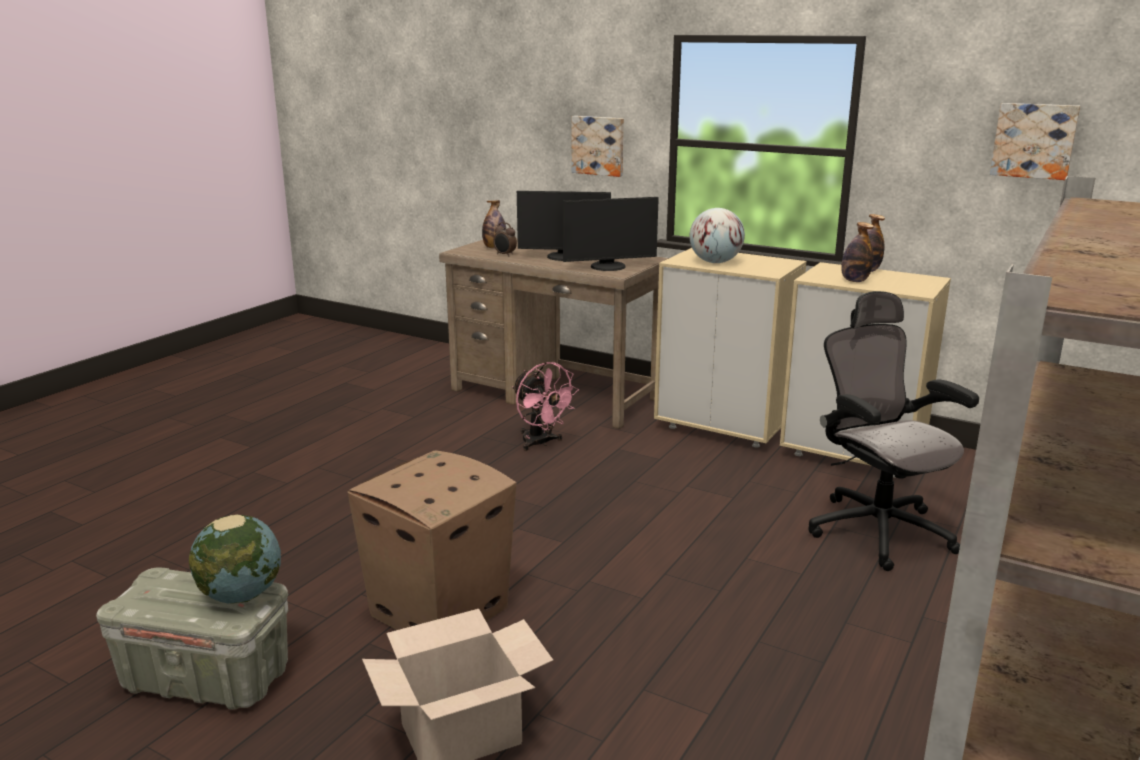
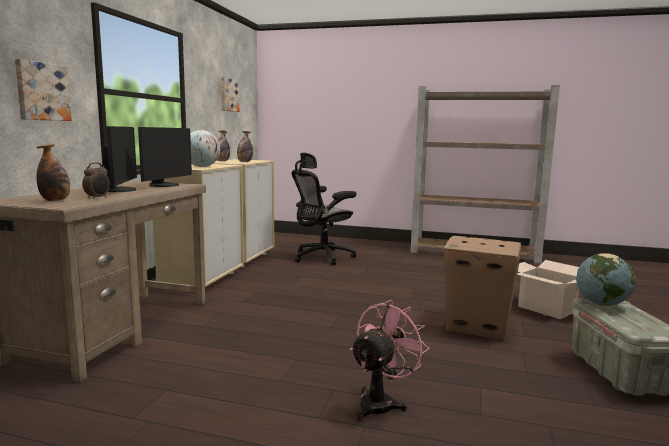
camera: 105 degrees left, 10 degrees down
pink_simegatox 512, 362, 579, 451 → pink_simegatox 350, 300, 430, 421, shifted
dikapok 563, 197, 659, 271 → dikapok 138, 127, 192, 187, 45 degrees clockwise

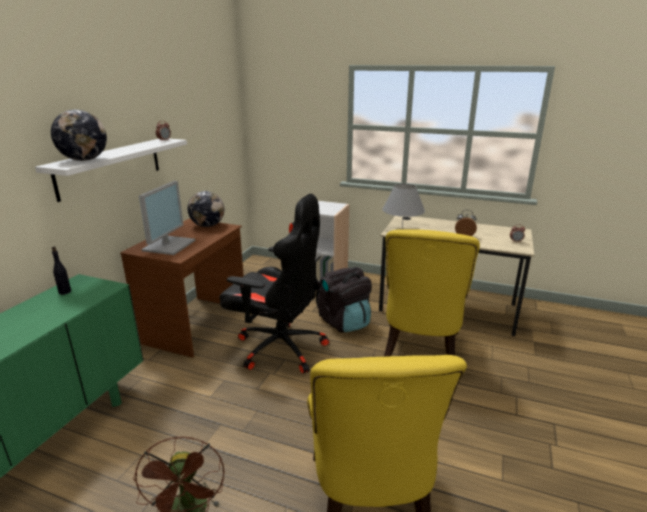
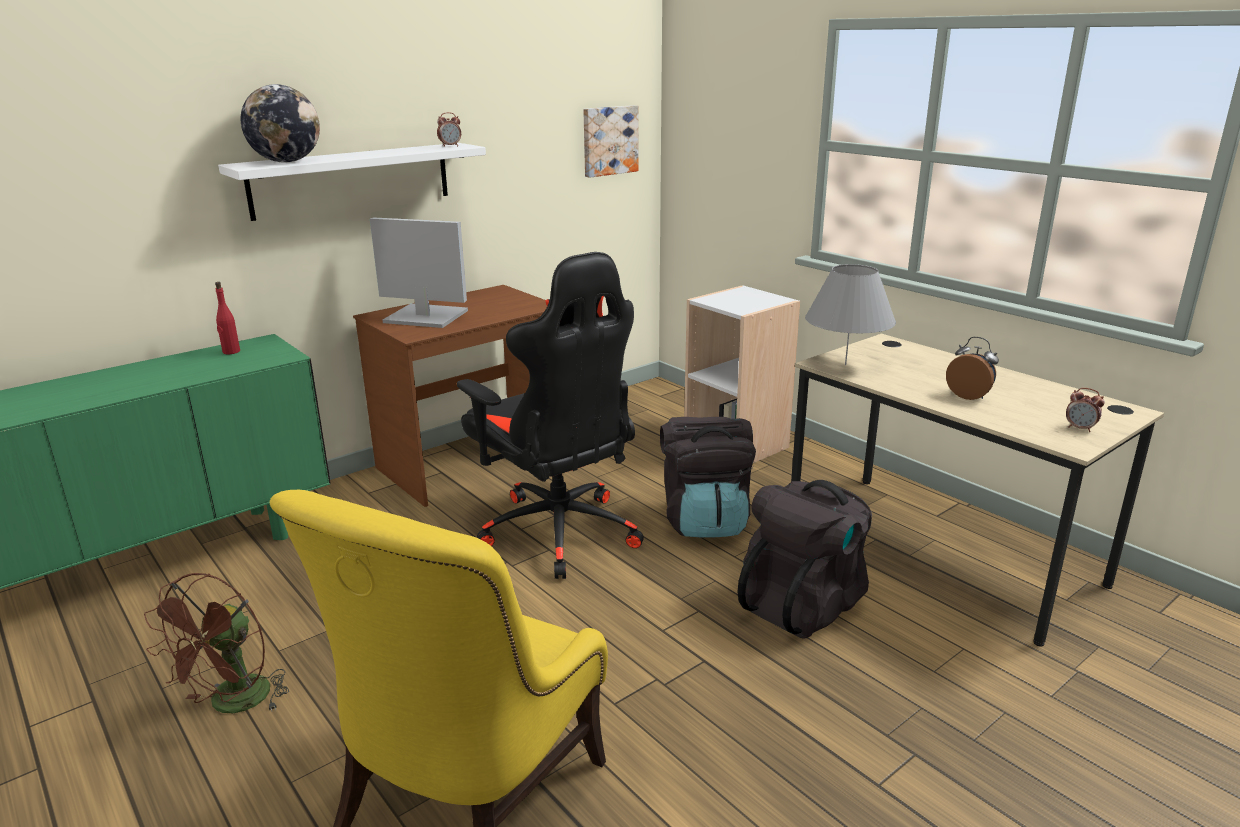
camera: 30 degrees right, 0 degrees up
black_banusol 52, 247, 71, 295 → red_banusol 215, 282, 240, 354
dikapok 139, 181, 195, 255 → dikapok 370, 217, 468, 328, 120 degrees counterclockwise
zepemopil 188, 191, 224, 227 → -
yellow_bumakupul 384, 229, 480, 357 → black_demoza 737, 480, 872, 638
- → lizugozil 583, 105, 639, 178

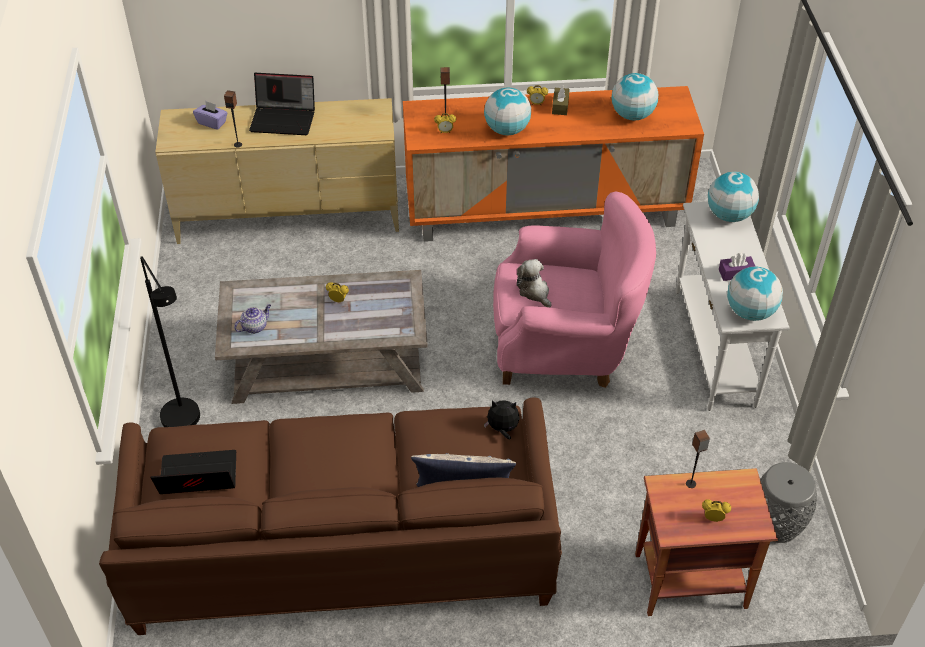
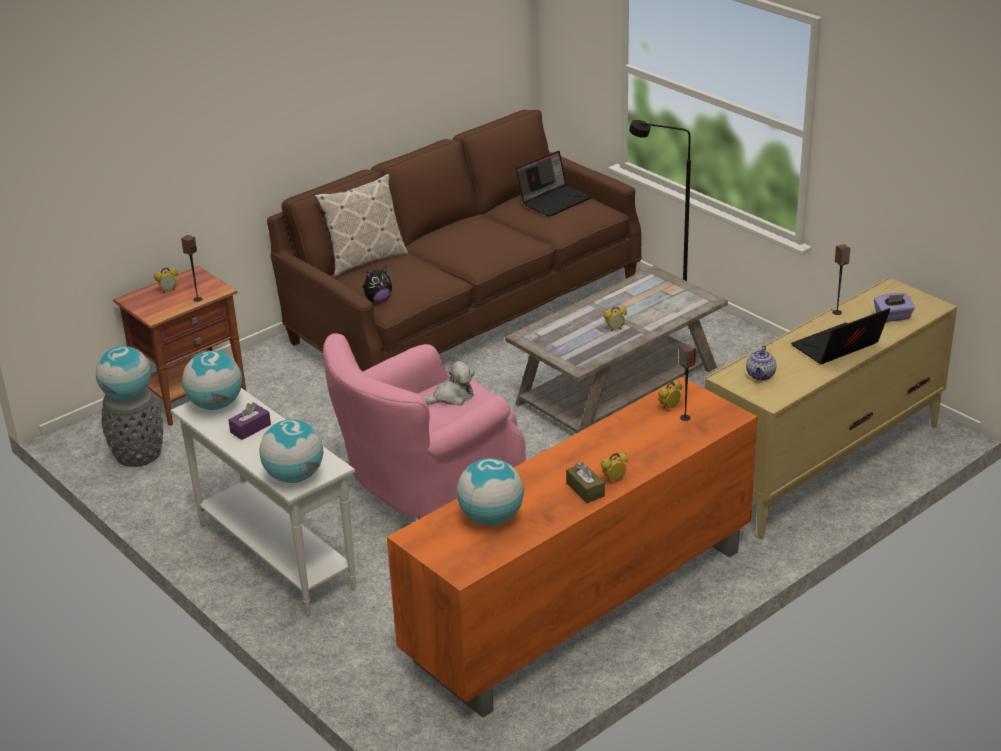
camera: 145 degrees right, 15 degrees down
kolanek 234, 304, 271, 334 → kolanek 746, 345, 777, 380, shifted
zepemopil 484, 87, 531, 135 → zepemopil 96, 346, 151, 400, shifted
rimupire 516, 259, 552, 307 → rimupire 422, 361, 475, 406, 45 degrees counterclockwise

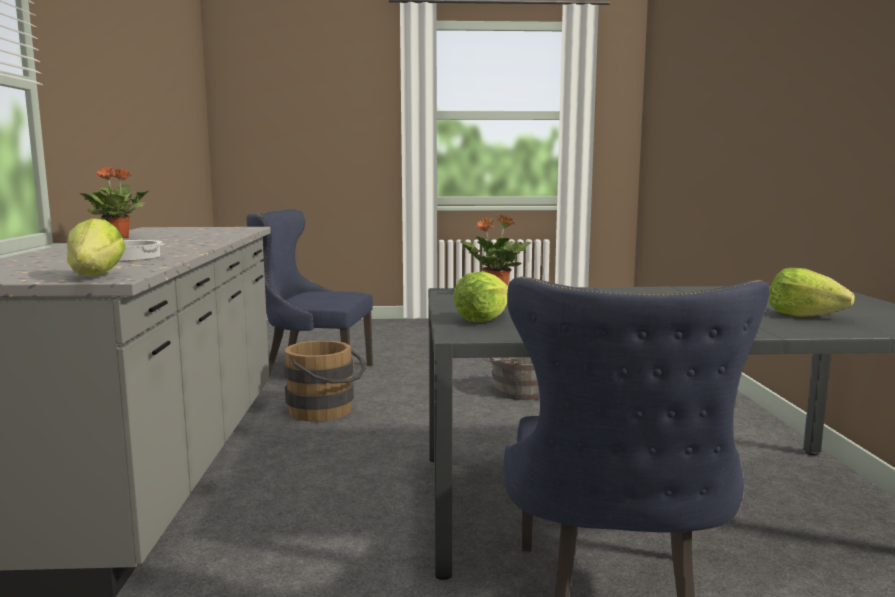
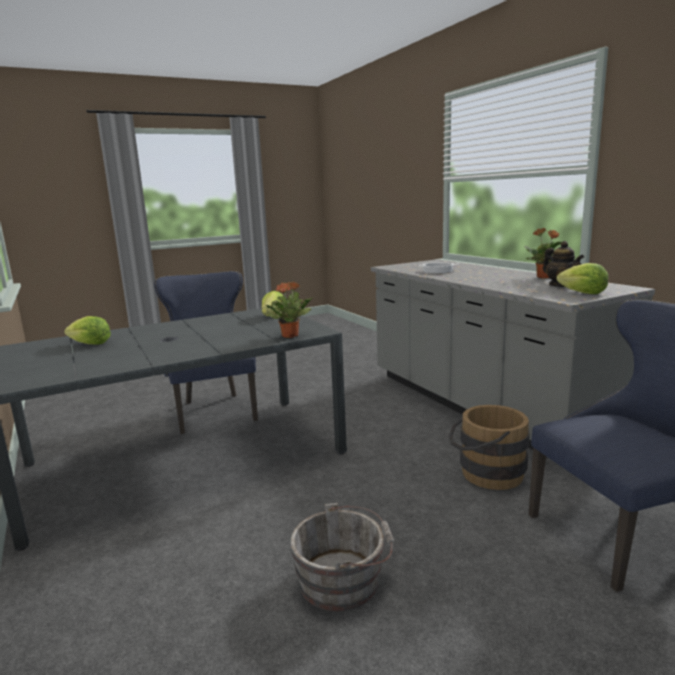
camera: 155 degrees right, 5 degrees up
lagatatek 67, 218, 126, 276 → lagatatek 556, 263, 608, 294, shifted
- → kolanek 543, 241, 584, 287

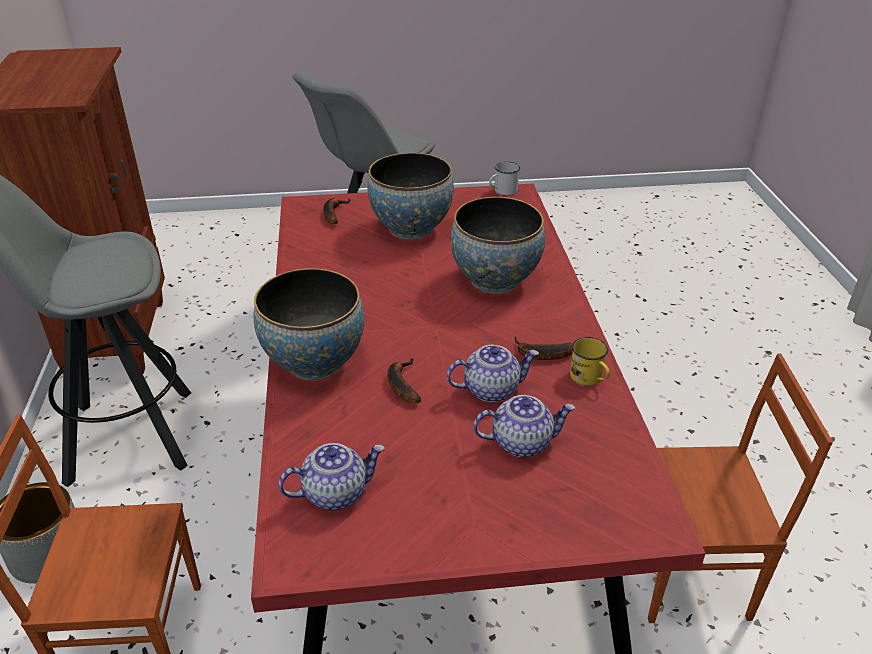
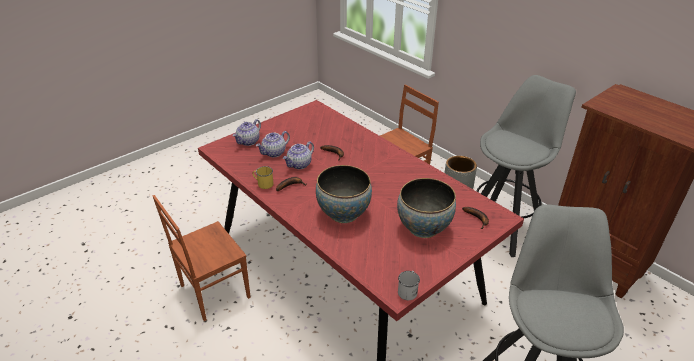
camera: 145 degrees right, 0 degrees up
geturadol 253, 268, 364, 381 → -
kolanek 279, 443, 385, 510 → kolanek 233, 119, 261, 146, shifted

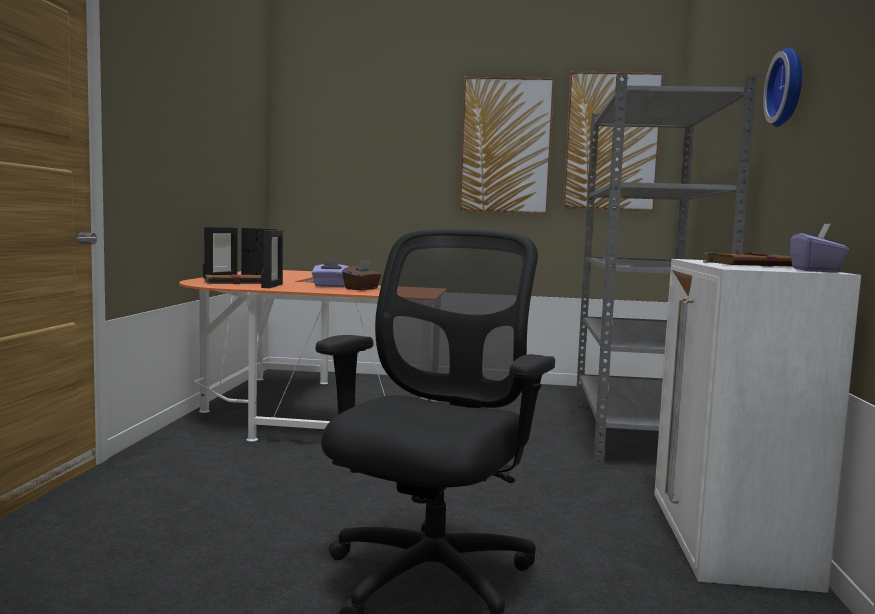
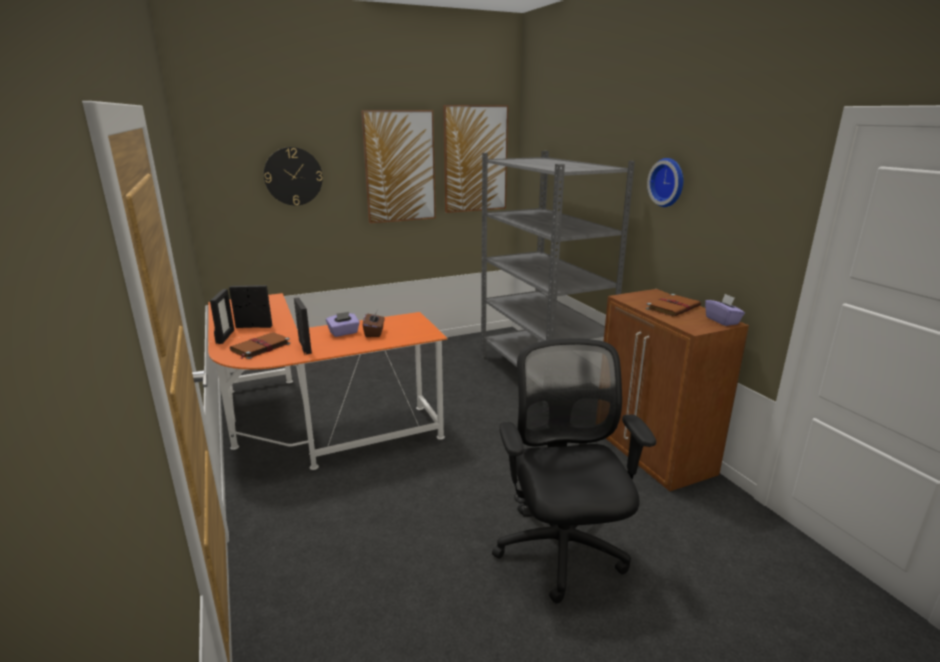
camera: 30 degrees left, 15 degrees up
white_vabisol 654, 259, 861, 593 → brown_vabisol 604, 289, 749, 491
- → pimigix 264, 147, 323, 205

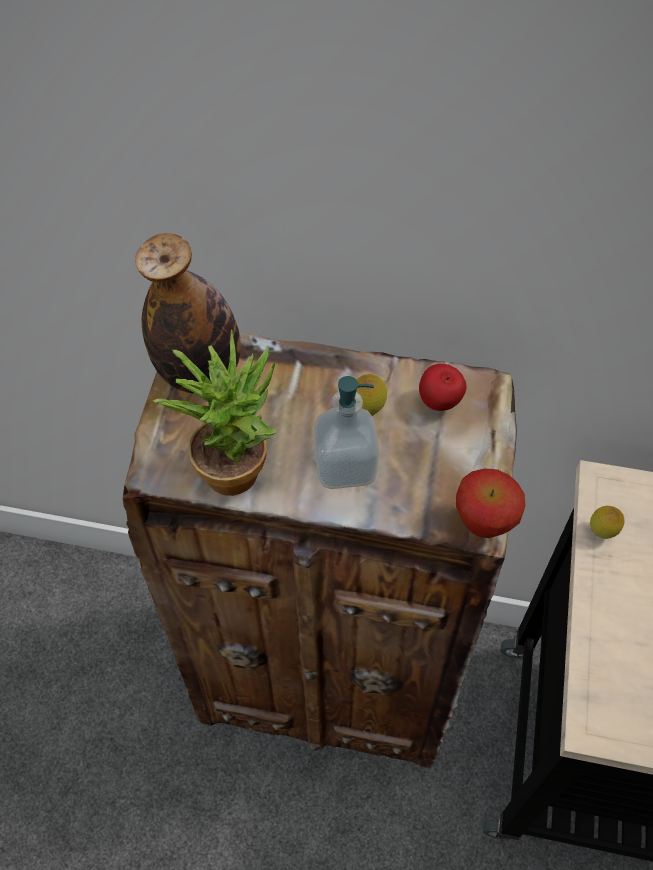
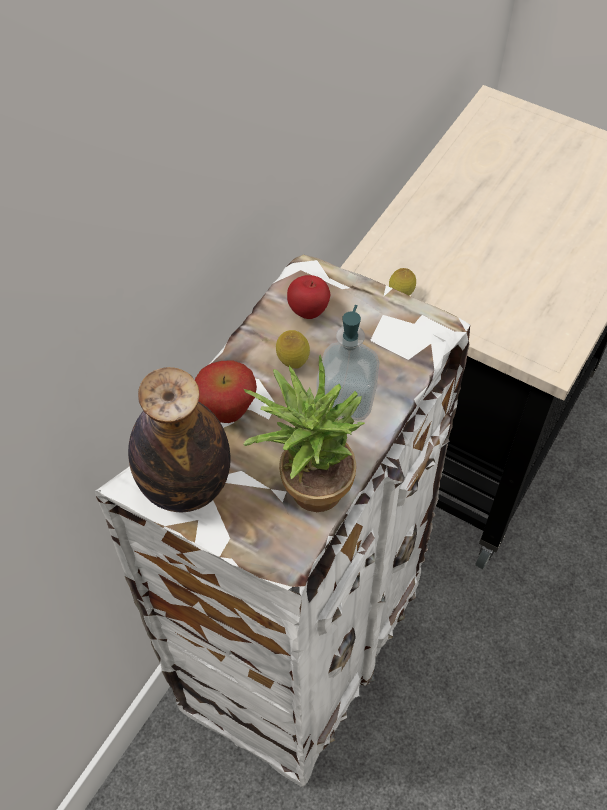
camera: 70 degrees left, 0 degrees up
brown_vabisol 123, 333, 517, 768 → white_vabisol 95, 254, 470, 787
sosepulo 456, 469, 525, 538 → sosepulo 195, 361, 257, 423, shifted

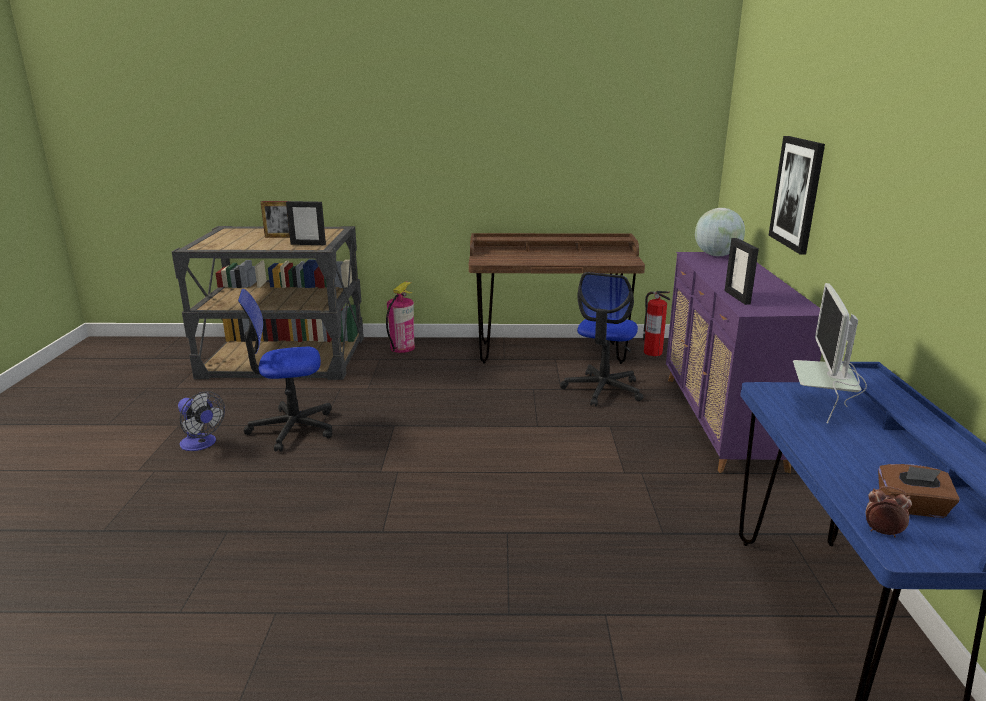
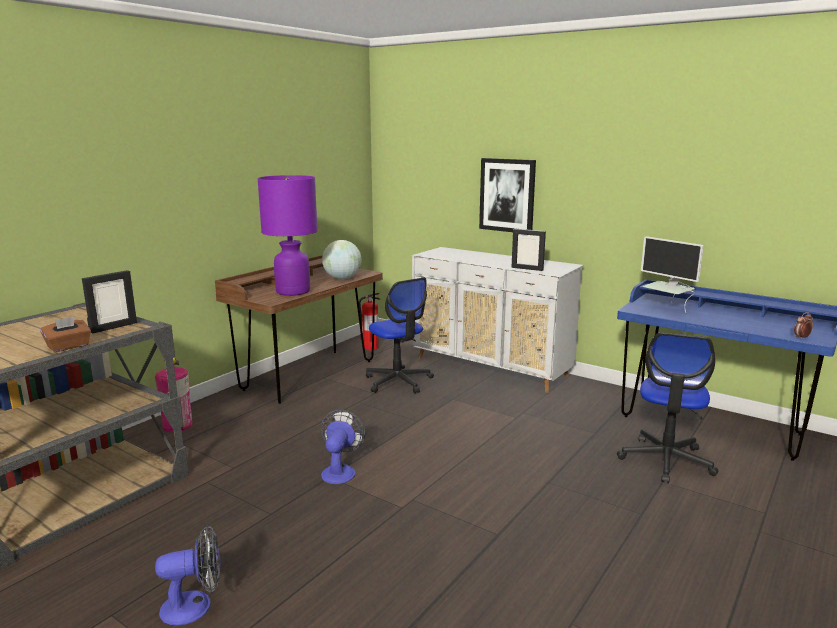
camera: 55 degrees left, 5 degrees down
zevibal 238, 289, 332, 452 → zevibal 617, 332, 719, 483, shifted
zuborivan 261, 201, 290, 238 → -
purple_vabisol 666, 252, 822, 473 → white_vabisol 412, 247, 583, 393
zepemopil 695, 208, 745, 256 → zepemopil 322, 240, 362, 279, shifted
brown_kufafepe 878, 464, 960, 518 → brown_kufafepe 40, 317, 91, 352, shifted
- → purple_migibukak 257, 175, 318, 296
- → simegatox 321, 410, 365, 484

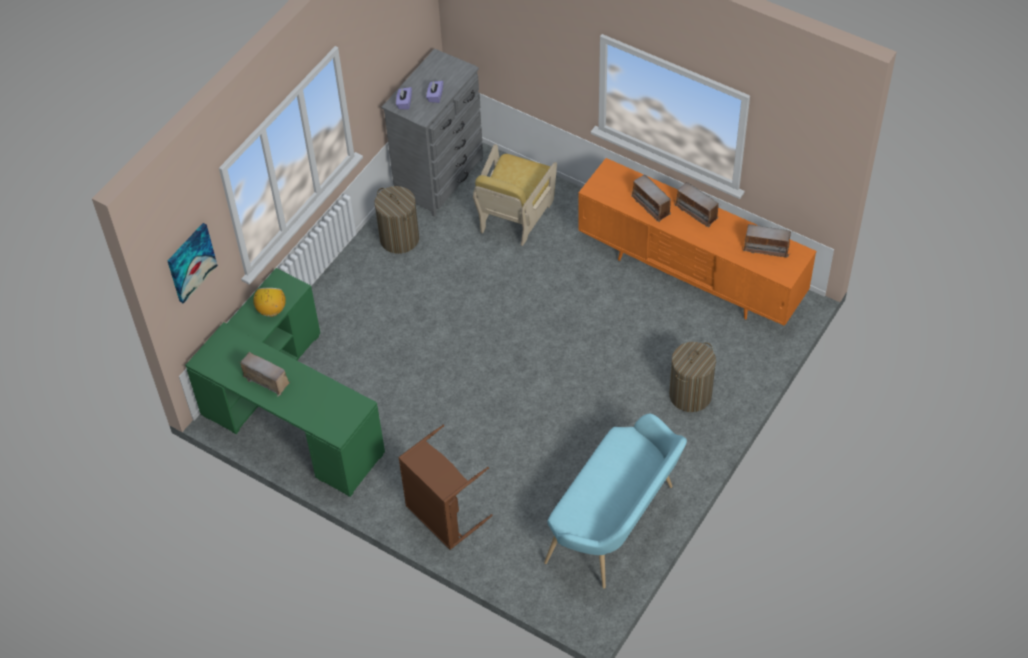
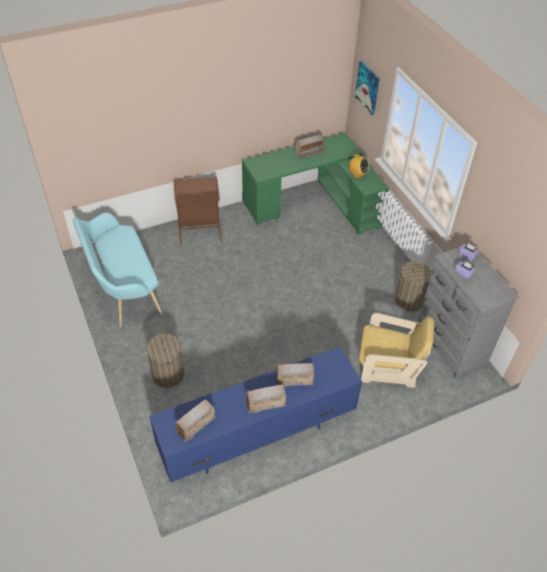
camera: 120 degrees right, 5 degrees down
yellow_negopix 473, 144, 557, 246 → yellow_negopix 359, 313, 434, 388, 135 degrees clockwise
orange_vabisol 578, 158, 816, 326 → blue_vabisol 149, 347, 362, 483

